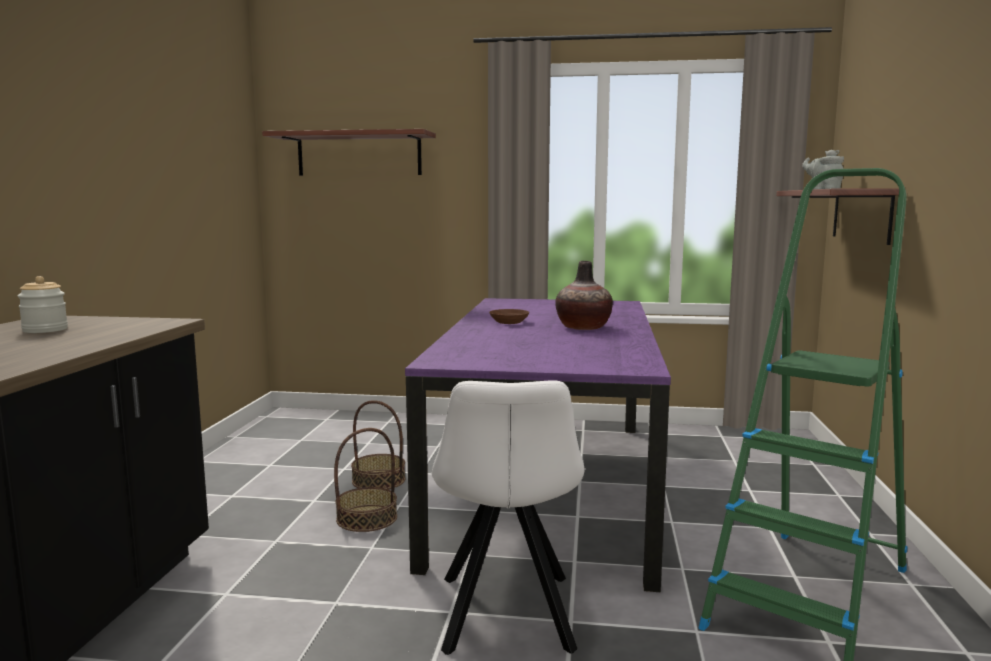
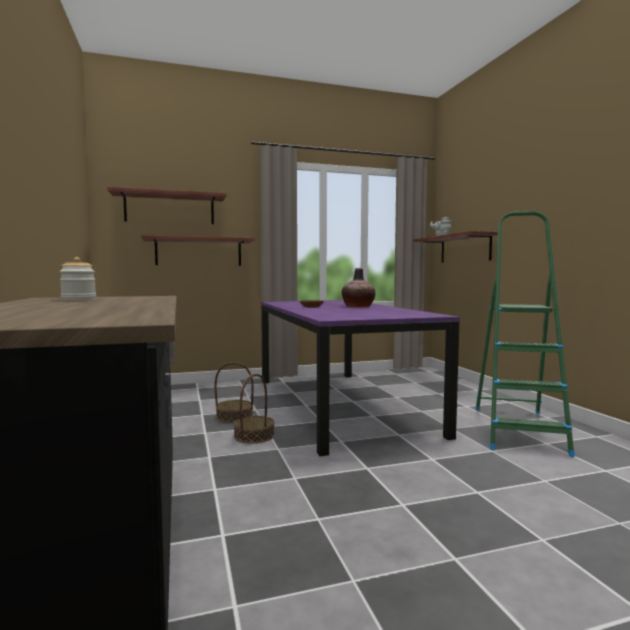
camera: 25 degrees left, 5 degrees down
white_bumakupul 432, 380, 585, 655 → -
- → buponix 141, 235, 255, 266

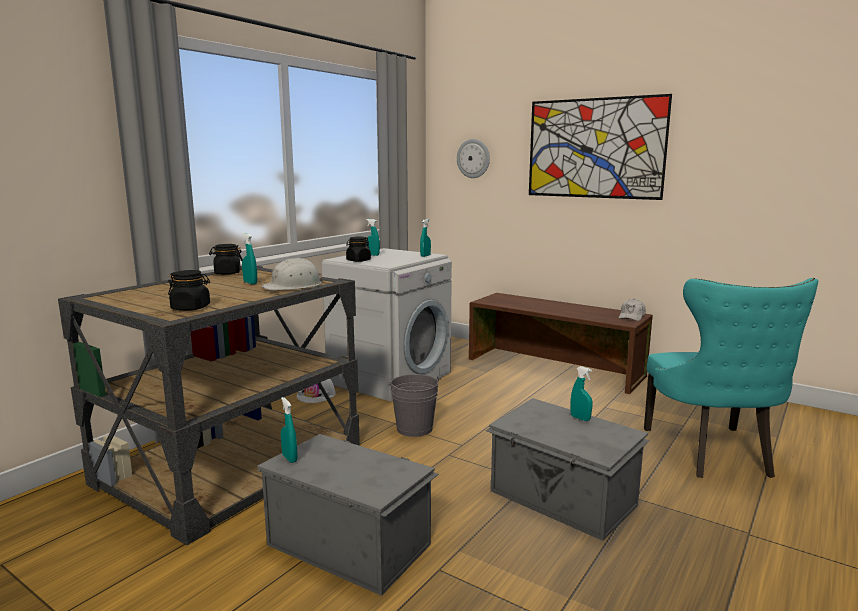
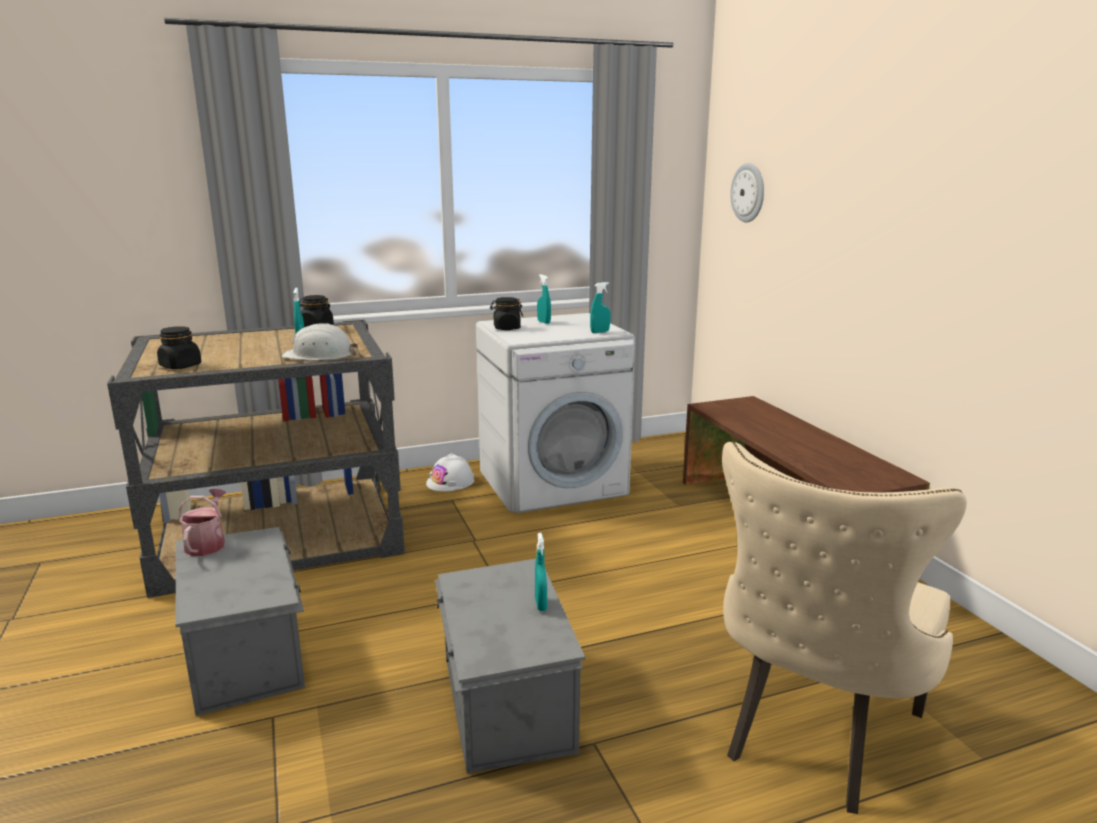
camera: 35 degrees right, 5 degrees up
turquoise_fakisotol 281, 397, 298, 463 → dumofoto 178, 489, 226, 556
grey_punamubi 388, 374, 442, 437 → -
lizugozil 529, 94, 672, 200 → -
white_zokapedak 619, 299, 646, 321 → -
turquoise_bumakupul 644, 278, 818, 478 → beige_bumakupul 722, 441, 967, 814

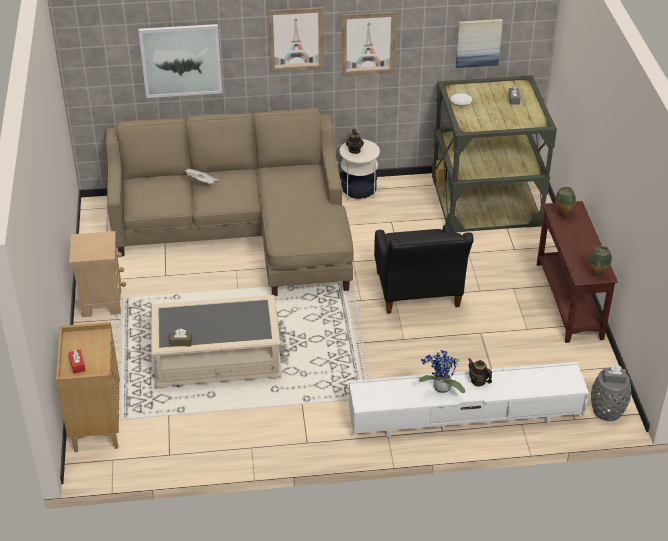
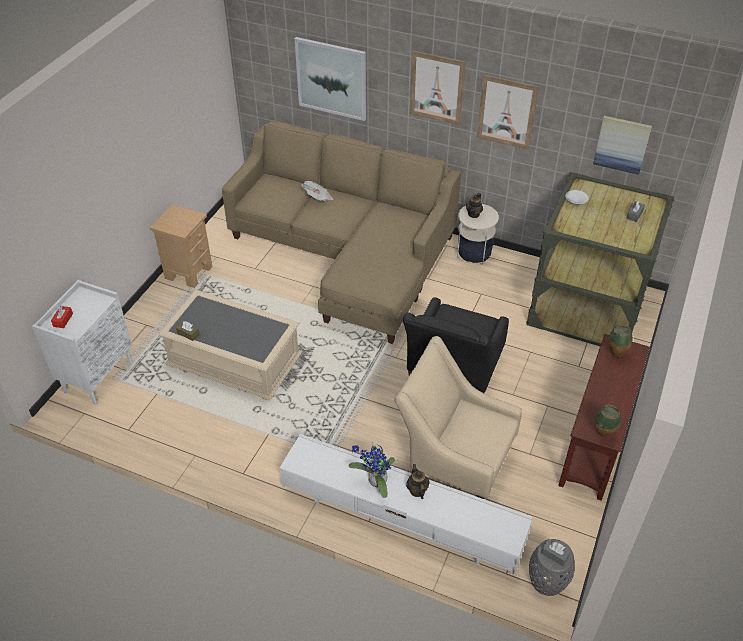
camera: 30 degrees right, 5 degrees up
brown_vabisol 56, 322, 120, 452 → white_vabisol 32, 280, 133, 405
- → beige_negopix 394, 336, 522, 499

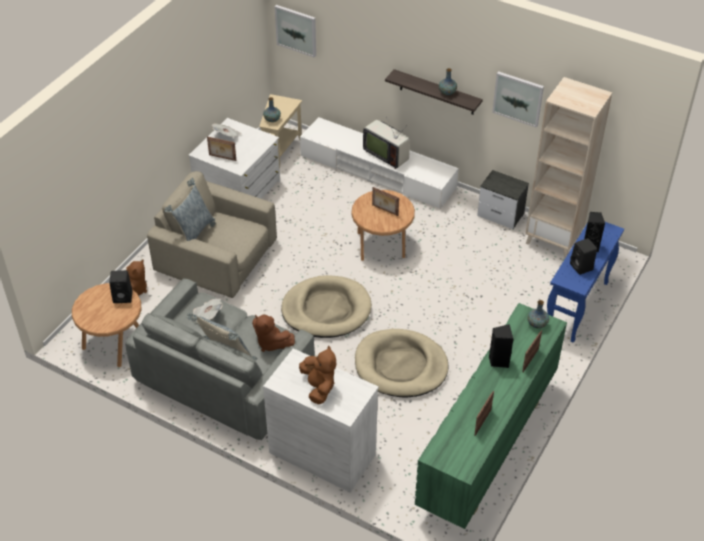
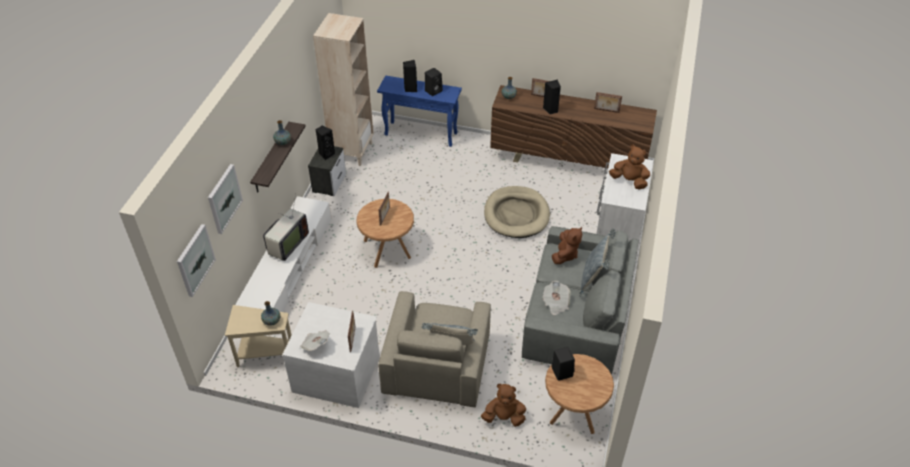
camera: 105 degrees left, 0 degrees up
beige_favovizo 281, 275, 372, 338 → -
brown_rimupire 299, 346, 336, 404 → brown_rimupire 609, 145, 650, 189, 60 degrees clockwise
green_vabisol 415, 303, 567, 529 → brown_vabisol 490, 85, 657, 168
lizugozil 492, 71, 544, 128 → lizugozil 208, 164, 243, 234, shifted
- → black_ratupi 315, 126, 335, 160

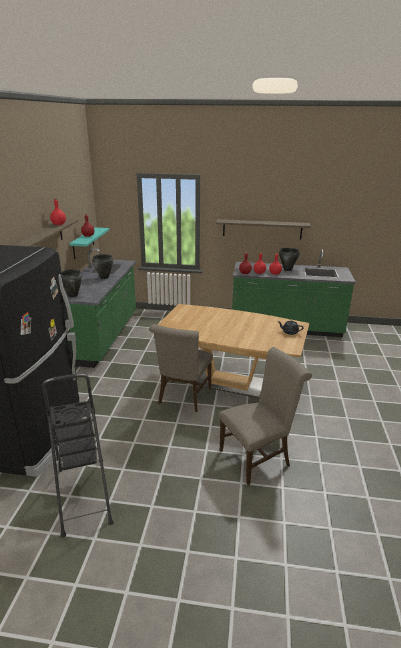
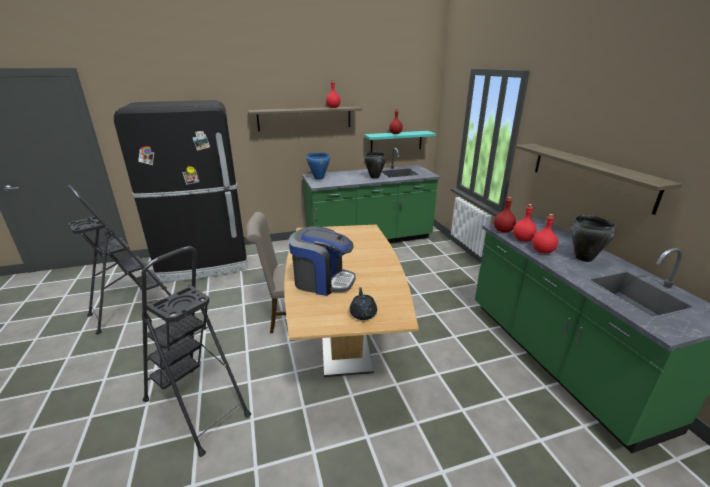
camera: 65 degrees right, 0 degrees up
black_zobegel 62, 269, 82, 297 → blue_zobegel 306, 153, 330, 180
beige_bumakupul 219, 347, 312, 485 → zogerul 141, 246, 251, 457
- → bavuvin 289, 226, 356, 296

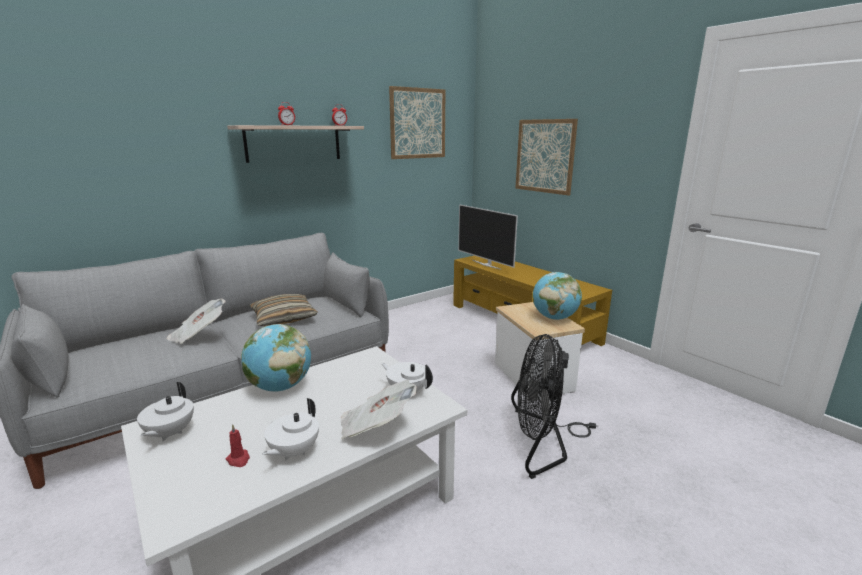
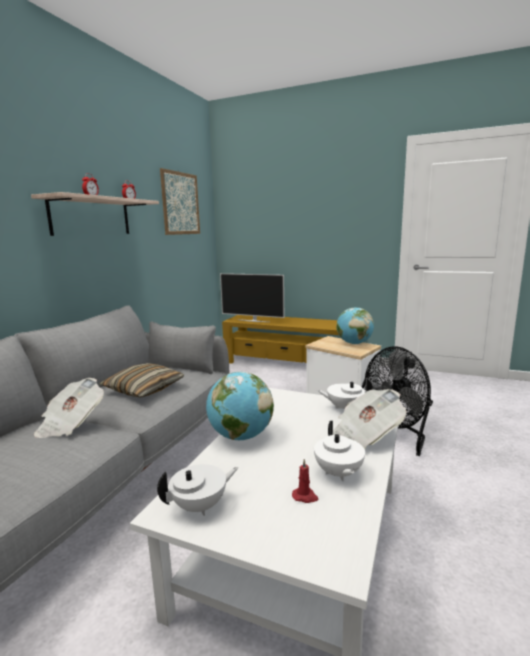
camera: 30 degrees left, 5 degrees down
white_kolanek 137, 382, 194, 441 → white_kolanek 157, 464, 238, 516, 90 degrees counterclockwise
lizugozil 516, 117, 578, 196 → -

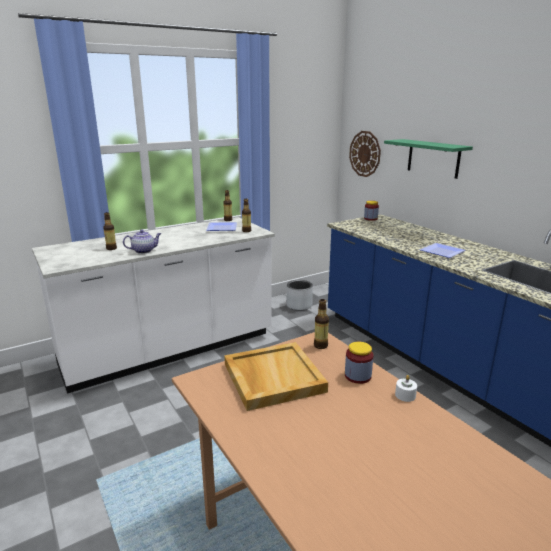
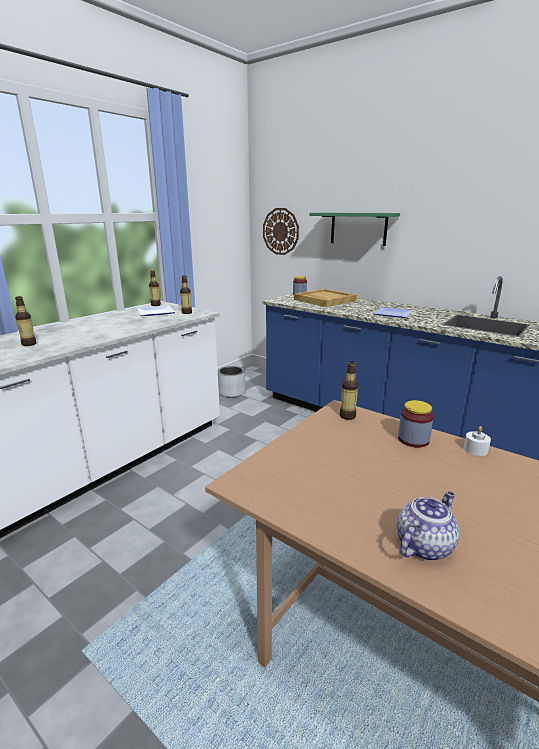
camera: 20 degrees left, 0 degrees up
kolanek 123, 230, 161, 254 → kolanek 397, 491, 459, 561, shifted
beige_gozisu 224, 342, 328, 411 → beige_gozisu 294, 289, 357, 307, shifted

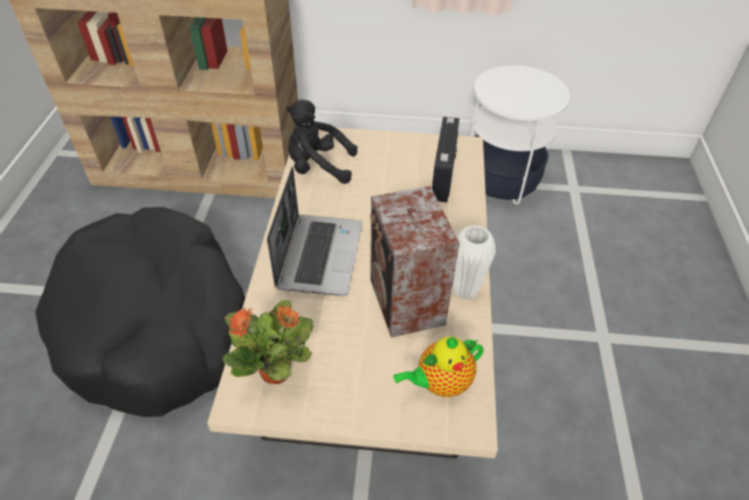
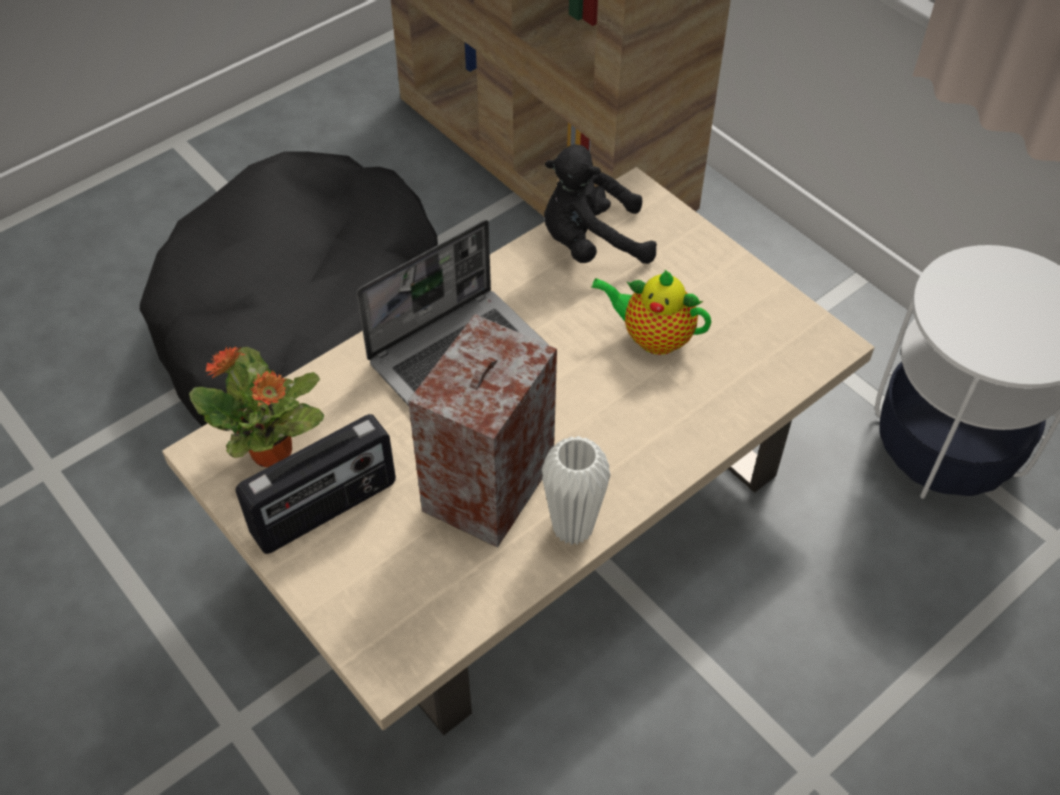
camera: 45 degrees right, 5 degrees up
black_rimupire 286, 100, 357, 184 → black_rimupire 544, 144, 657, 264, 60 degrees counterclockwise
kolanek 393, 337, 484, 397 → kolanek 592, 269, 711, 355, shifted
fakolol 432, 117, 459, 202 → fakolol 236, 414, 396, 554, shifted

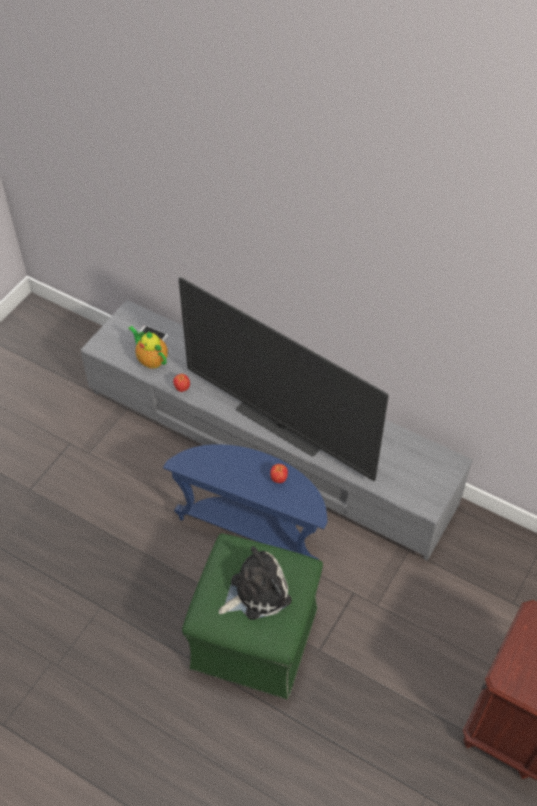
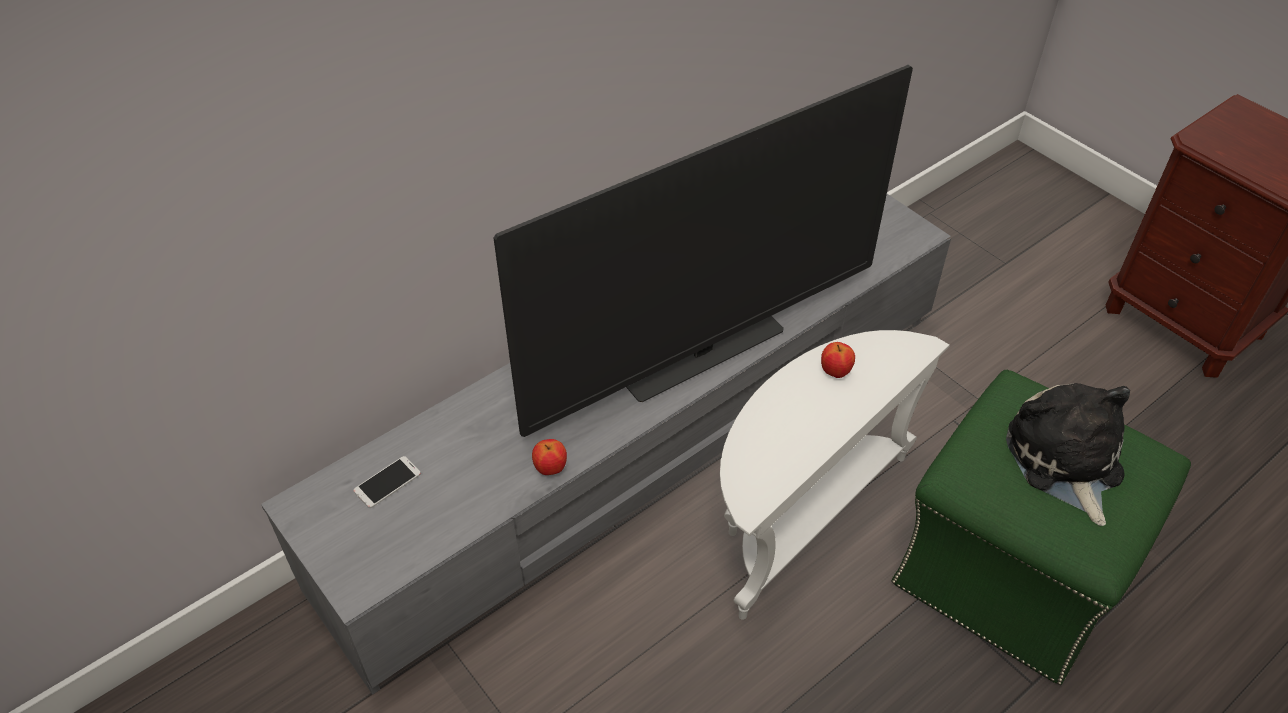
camera: 70 degrees left, 5 degrees down
kolanek 128, 326, 168, 369 → -
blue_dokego 163, 444, 328, 560 → white_dokego 720, 330, 950, 620

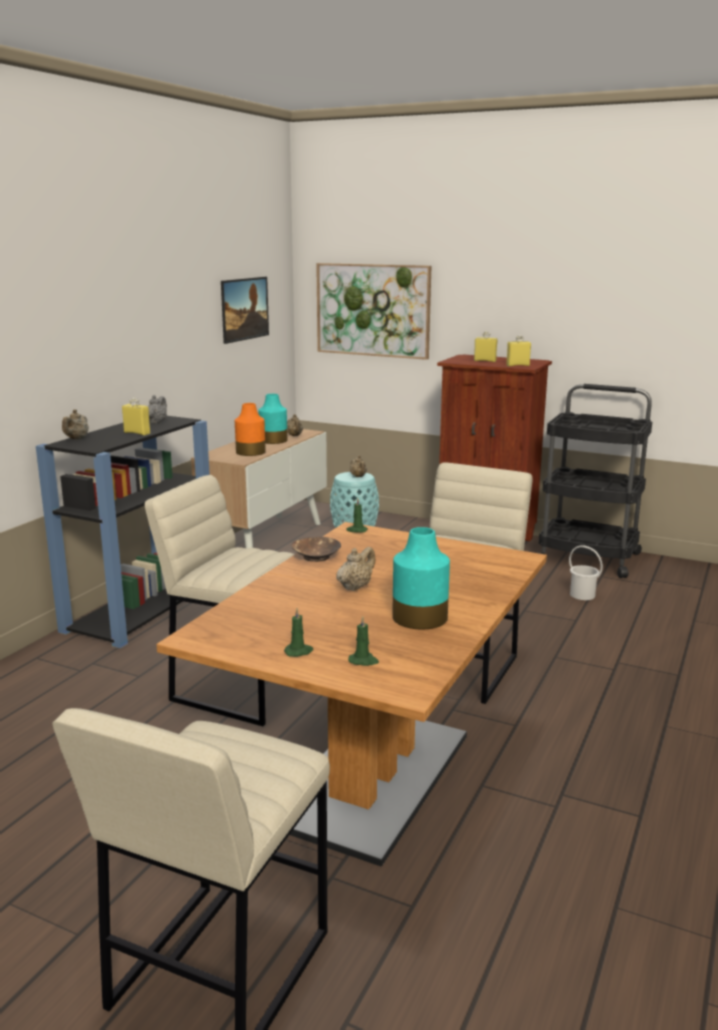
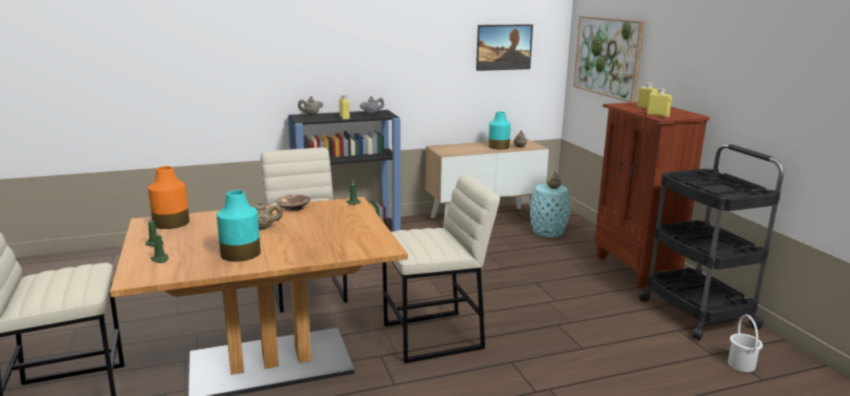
camera: 45 degrees right, 0 degrees up
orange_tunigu 235, 403, 266, 456 → orange_tunigu 148, 166, 190, 229, shifted
white_punamubi 569, 545, 603, 600 → white_punamubi 728, 315, 763, 372, shifted

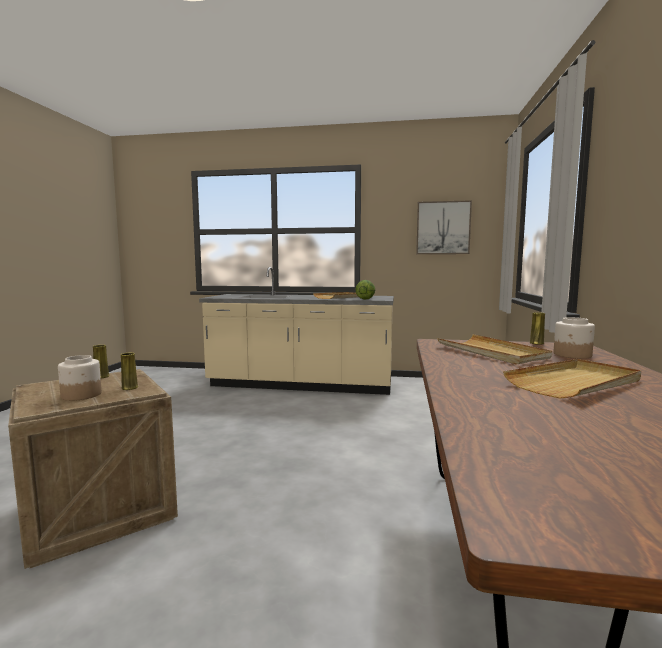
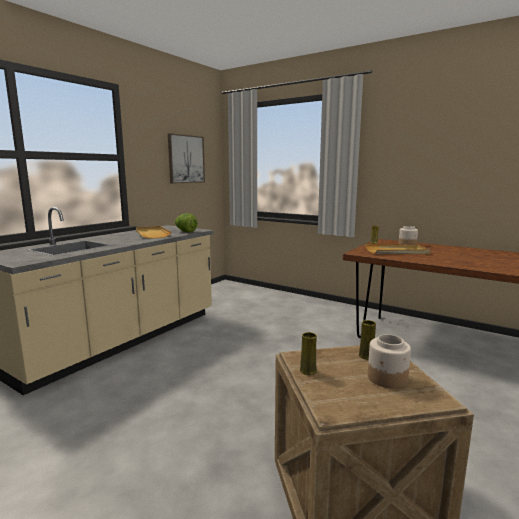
camera: 65 degrees left, 5 degrees up
beige_gozisu 503, 359, 641, 399 → -

